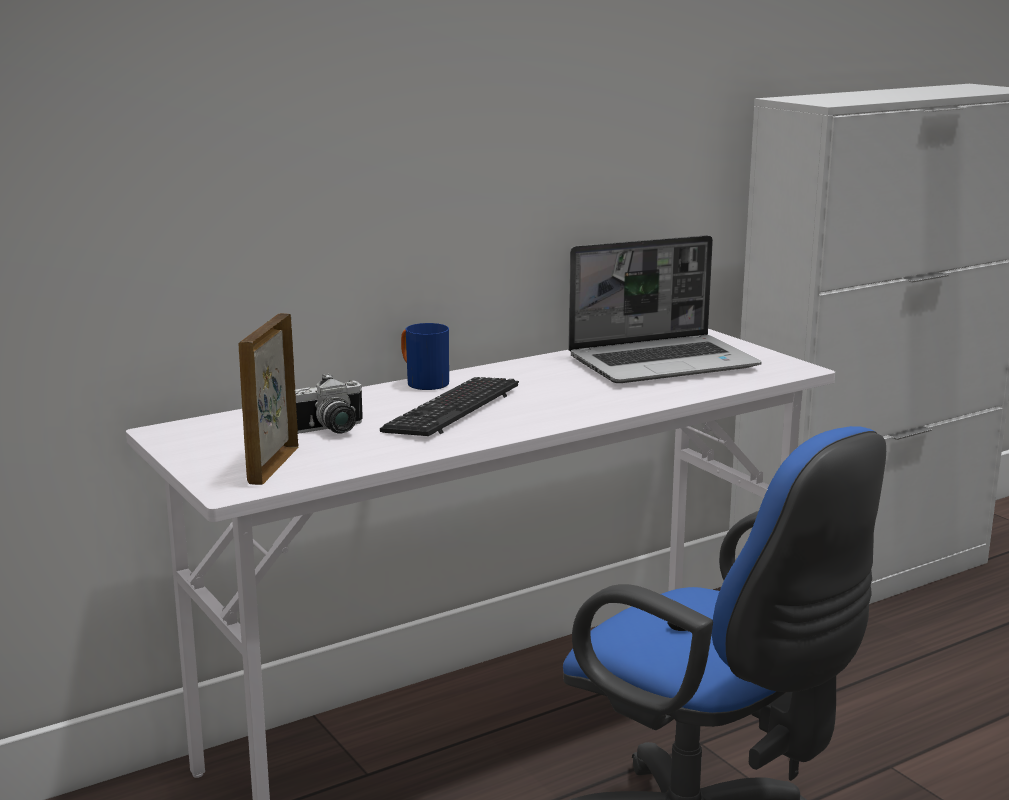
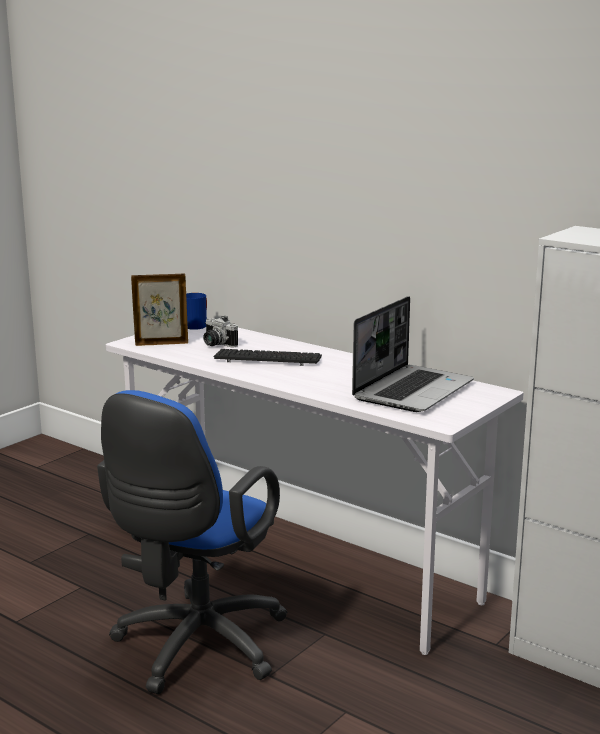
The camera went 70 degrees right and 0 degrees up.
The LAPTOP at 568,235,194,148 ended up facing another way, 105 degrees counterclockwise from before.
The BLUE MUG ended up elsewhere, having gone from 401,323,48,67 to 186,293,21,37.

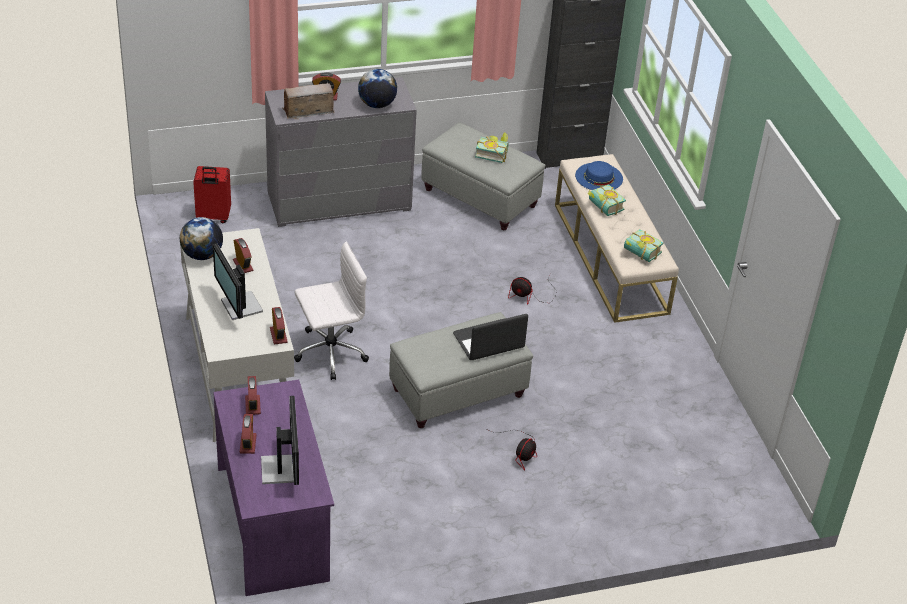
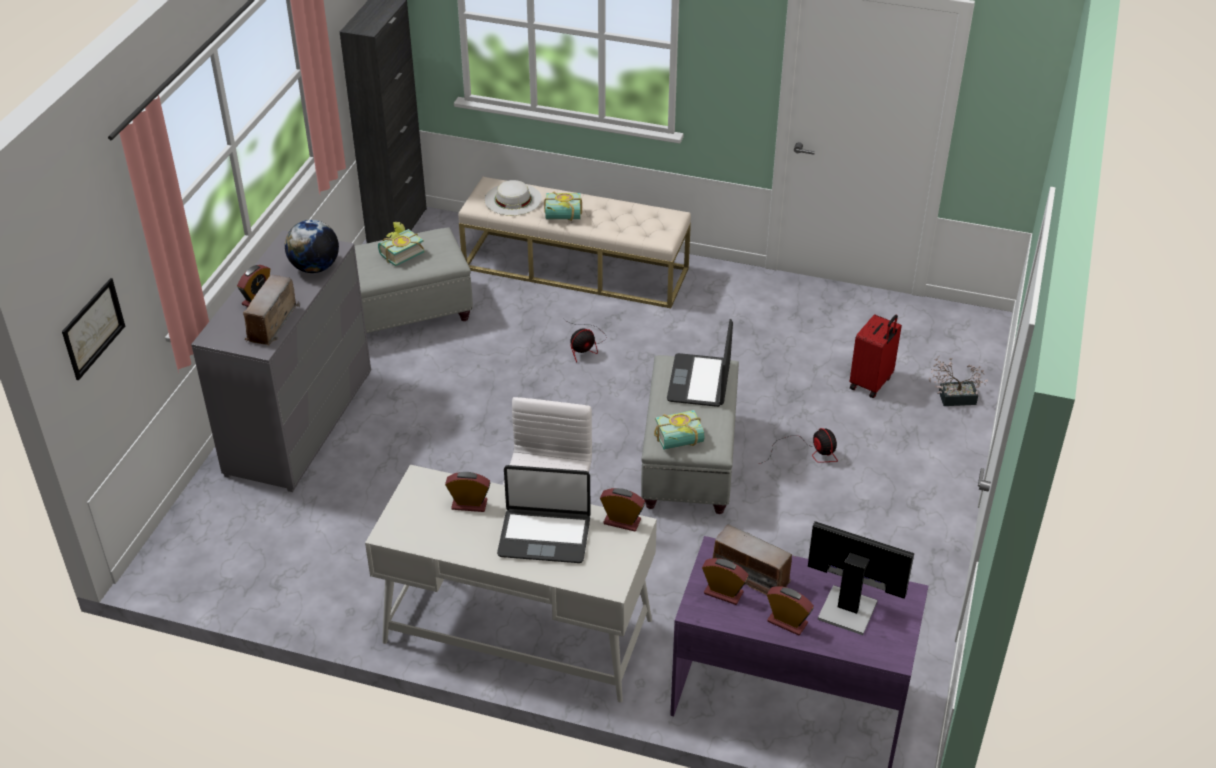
The camera went 55 degrees left and 0 degrees up.
What was the BLUE HAT at 575,161,48,29 turned into the WHITE HAT at 485,180,57,36.
The RED SUITCASE ended up elsewhere, having gone from 193,166,38,57 to 850,314,52,84.
The second view lost the GLOBE at 180,217,43,43.
The BOOK ended up elsewhere, having gone from 624,229,40,33 to 654,410,51,40.
Where the MONITOR stood at 213,243,50,77, the LAPTOP came to stand at 497,465,94,98.
The second view gained the PICTURE at 62,278,63,102.
The second view gained the POTTED PLANT at 929,356,59,50.
The second view gained the RADIO at 713,524,82,71.

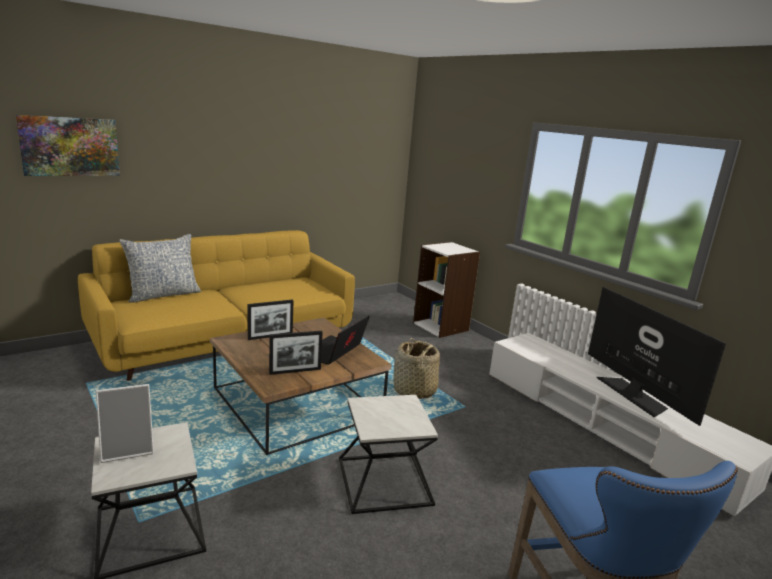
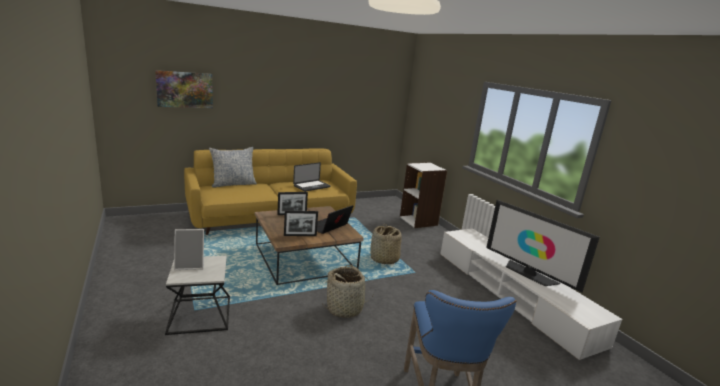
The camera went 10 degrees right and 0 degrees up.
The TELEVISION at 588,287,138,139 ended up facing another way, 150 degrees clockwise from before.
Where the SIDE TABLE stood at 339,395,99,119, the BASKET came to stand at 322,265,50,53.
The second view gained the LAPTOP at 293,162,37,30.

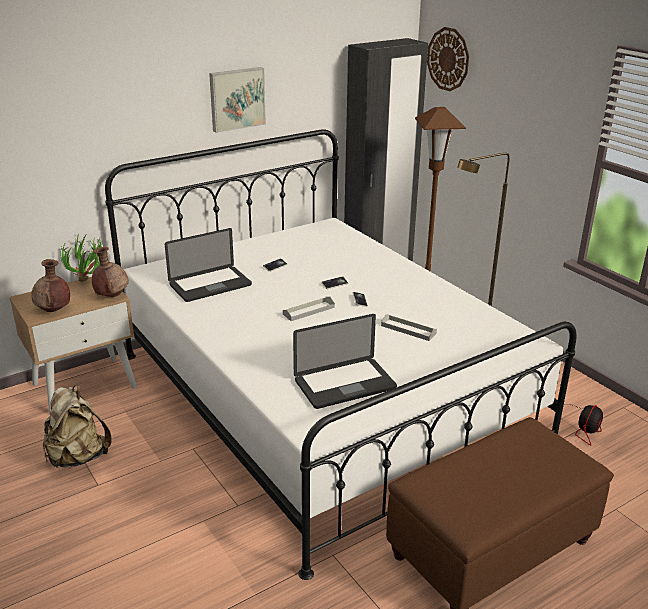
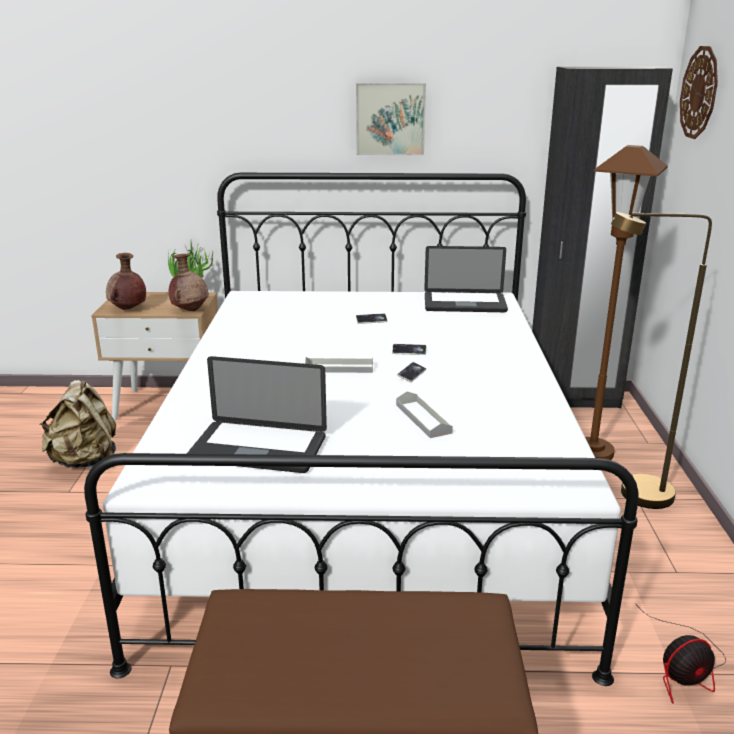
The camera went 35 degrees right and 5 degrees down.
The LAPTOP ended up elsewhere, having gone from 165,228,87,74 to 424,246,84,66.

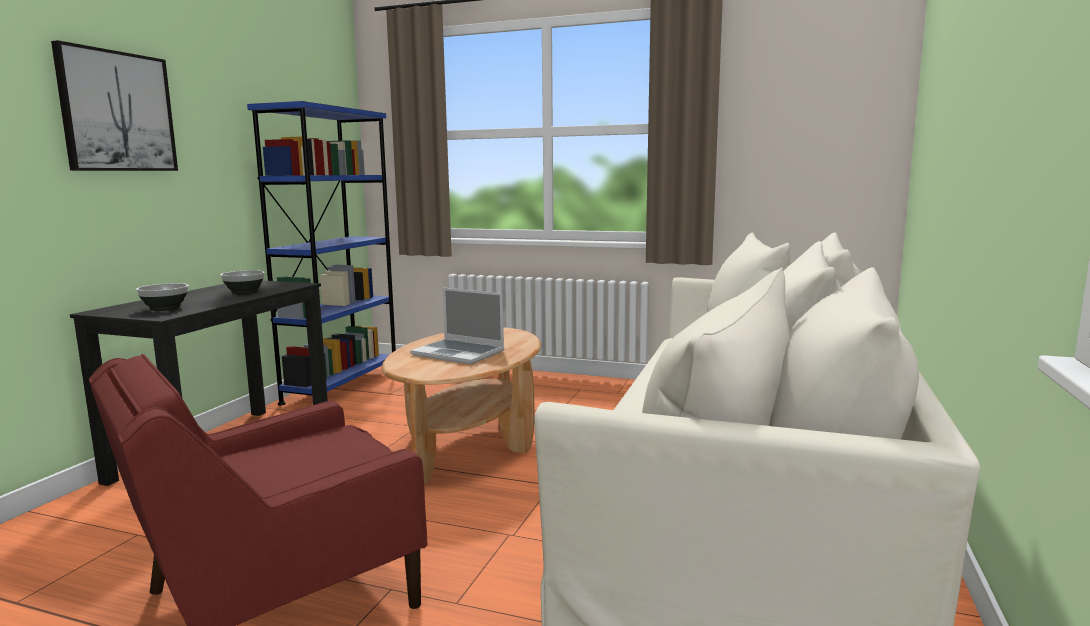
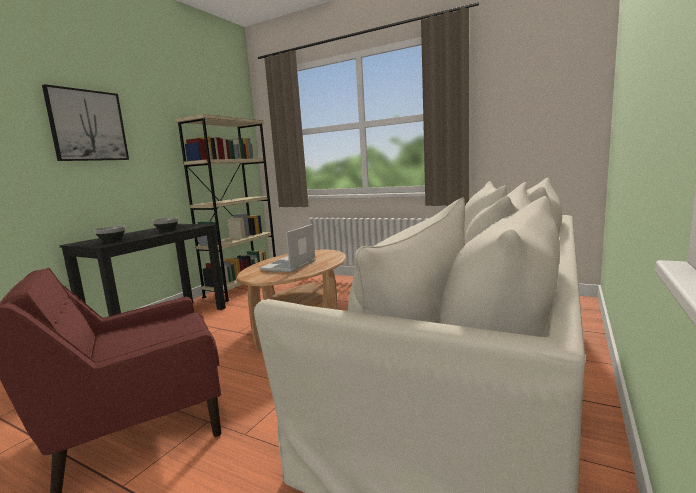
The camera went 10 degrees right and 0 degrees up.
What was the BLUE BOOKCASE at 247,101,149,304 turned into the BEIGE BOOKCASE at 175,114,101,188.
The LAPTOP at 410,288,94,77 ended up facing another way, 75 degrees clockwise from before.

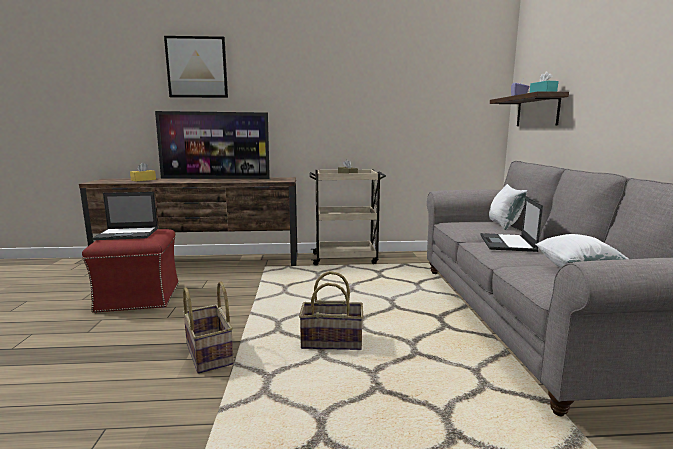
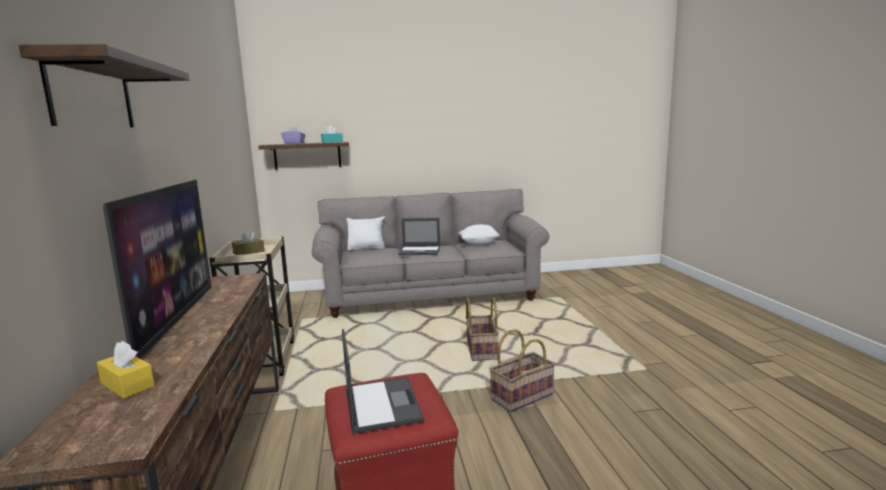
The camera went 95 degrees left and 0 degrees up.
Where the PICTURE hung at 164,36,64,62, the SHELF came to hang at 19,44,171,83.

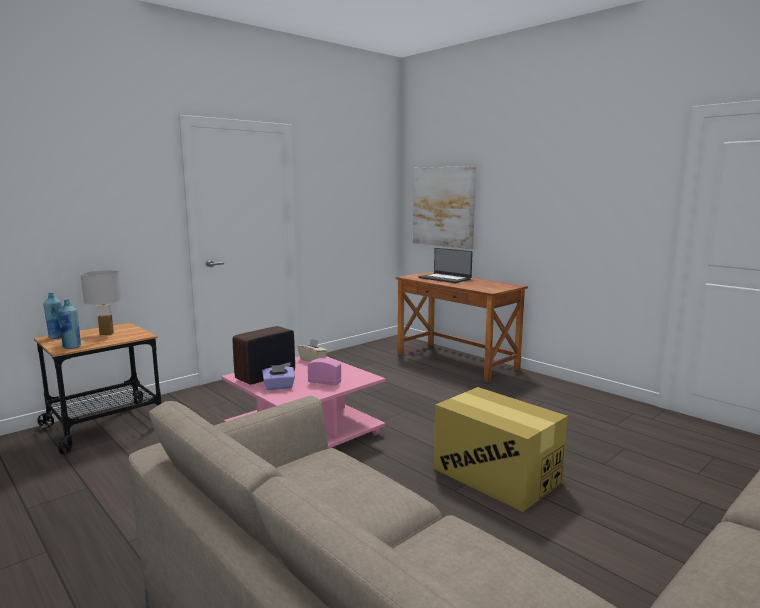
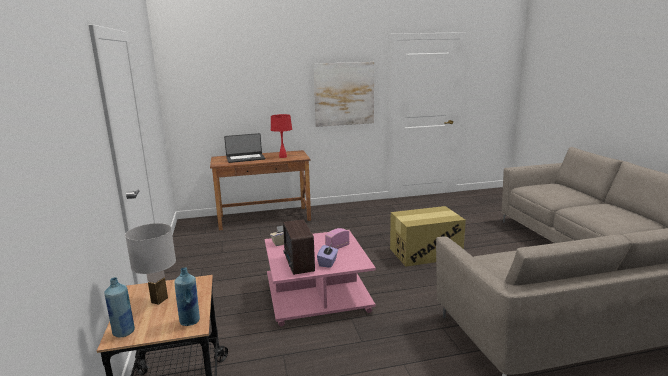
The camera went 60 degrees left and 5 degrees up.
The PICTURE ended up elsewhere, having gone from 413,166,63,83 to 313,62,61,65.
The second view gained the RED TABLE LAMP at 271,114,21,44.

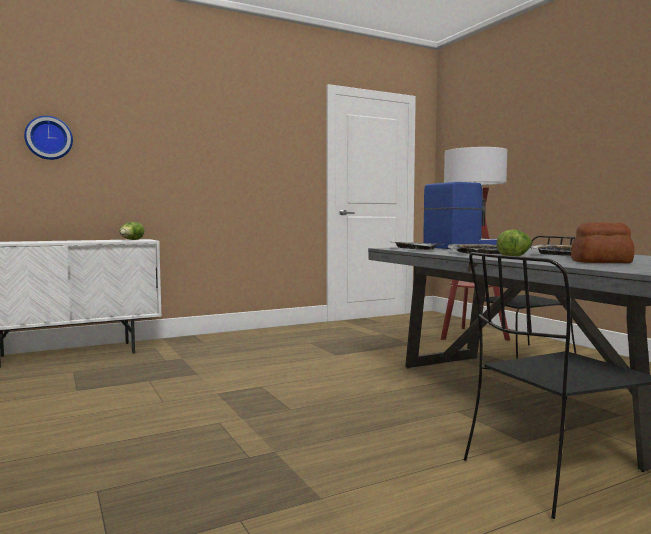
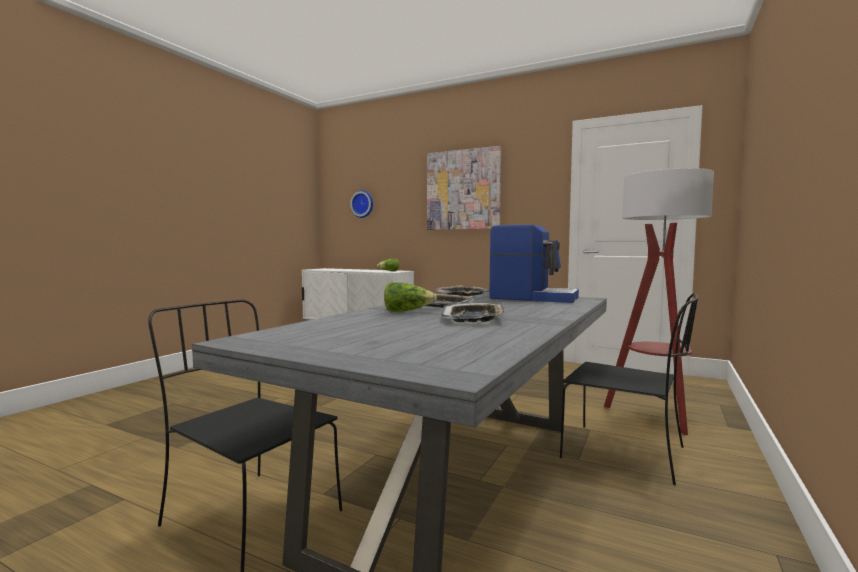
The camera went 55 degrees right and 0 degrees up.
The second view lost the BREAD at 571,222,63,41.
The second view gained the PICTURE at 427,146,74,84.

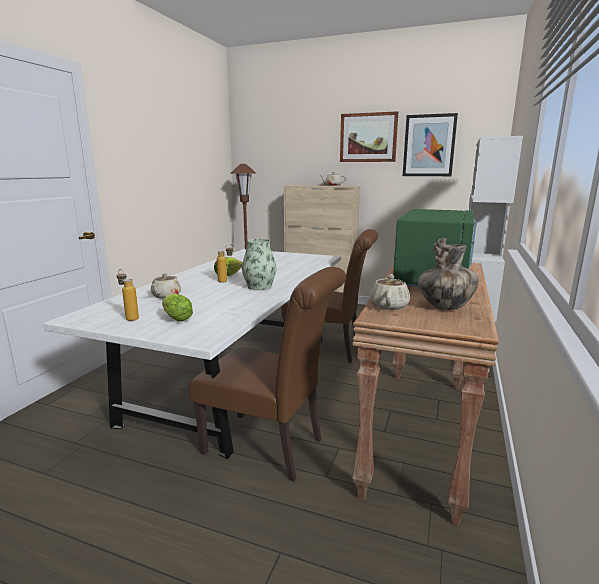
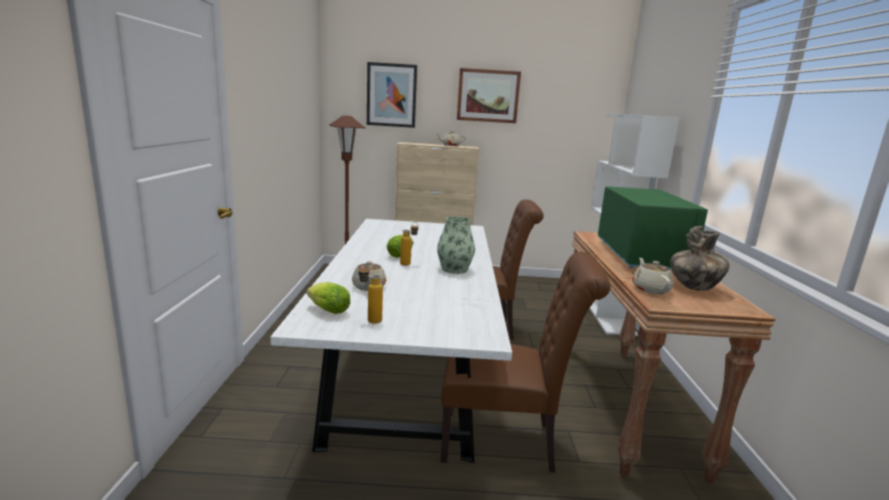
The camera went 20 degrees left and 0 degrees up.
The PICTURE ended up elsewhere, having gone from 403,113,55,63 to 367,62,50,66.
The LETTUCE ended up elsewhere, having gone from 162,293,31,29 to 306,282,44,32.

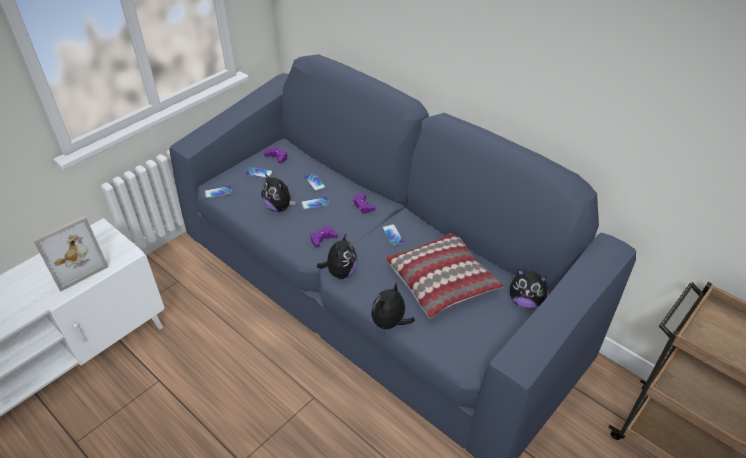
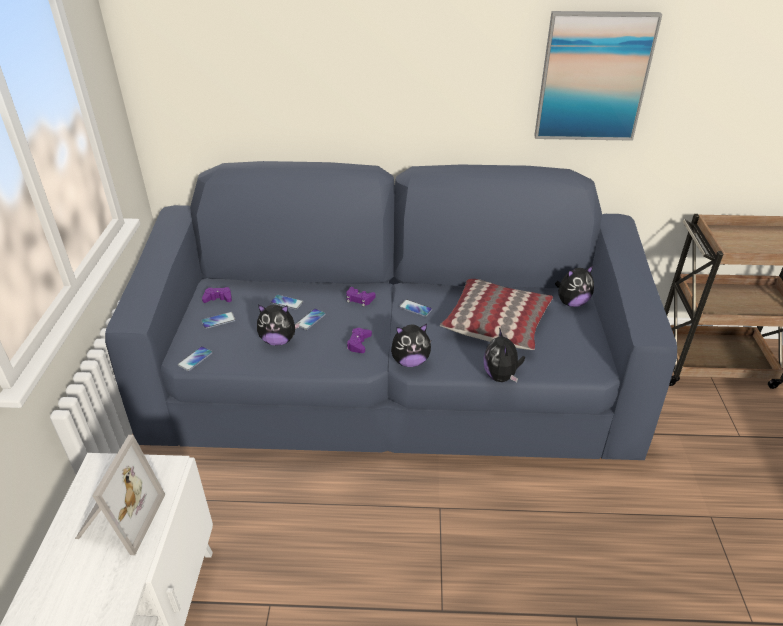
The camera went 40 degrees left and 5 degrees down.
The PLUSH TOY at 317,234,40,45 ended up facing another way, 105 degrees clockwise from before.
The second view gained the PICTURE at 534,11,129,130.

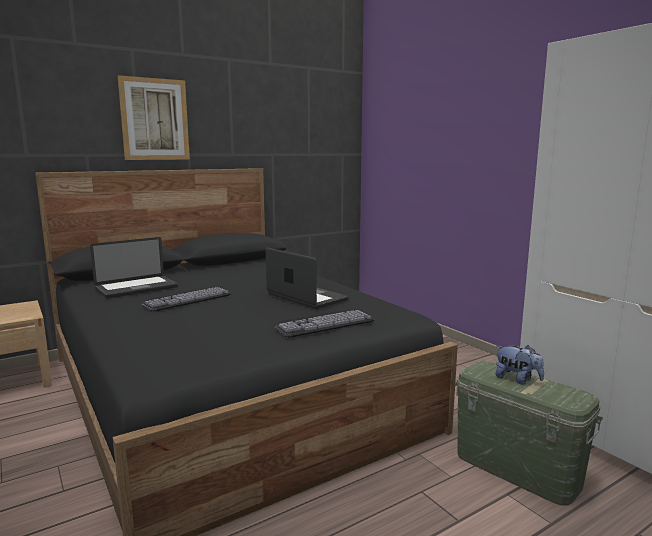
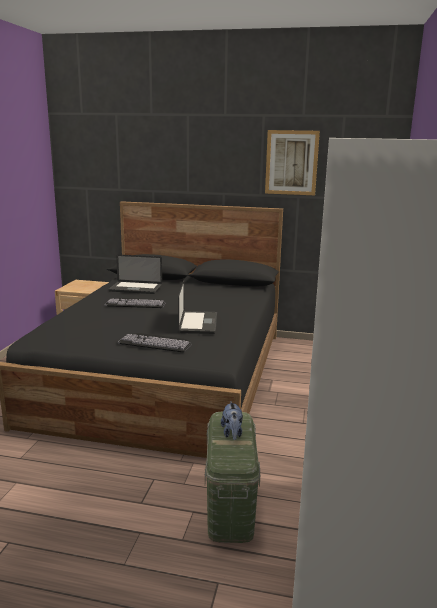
The camera went 45 degrees right and 5 degrees up.
The PICTURE ended up elsewhere, having gone from 118,75,72,85 to 265,130,55,65.

